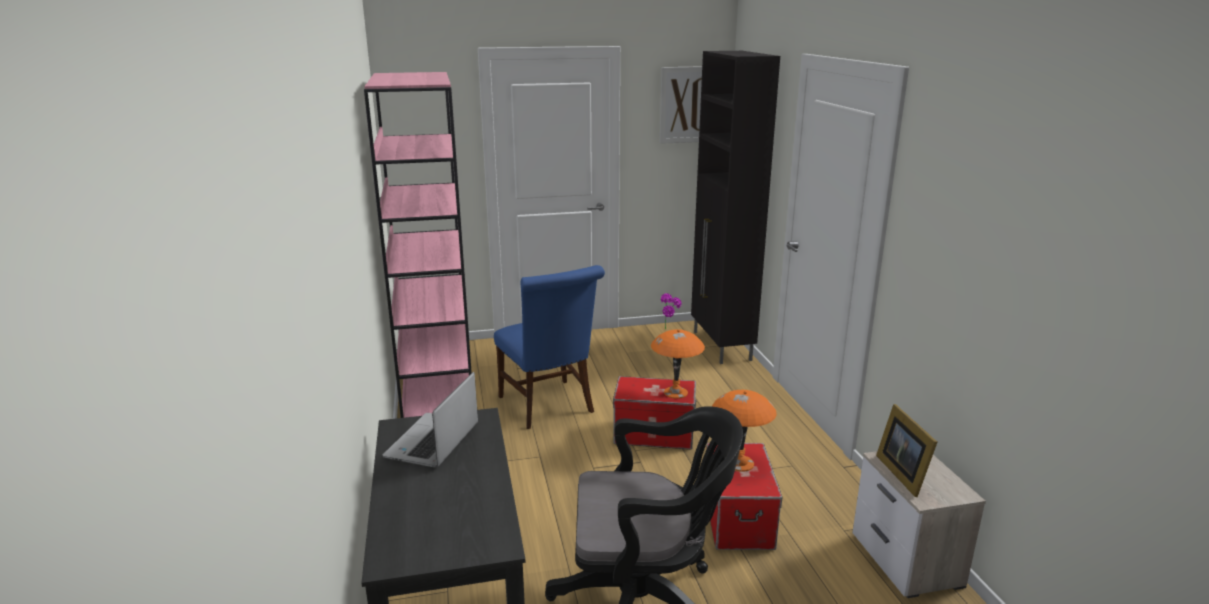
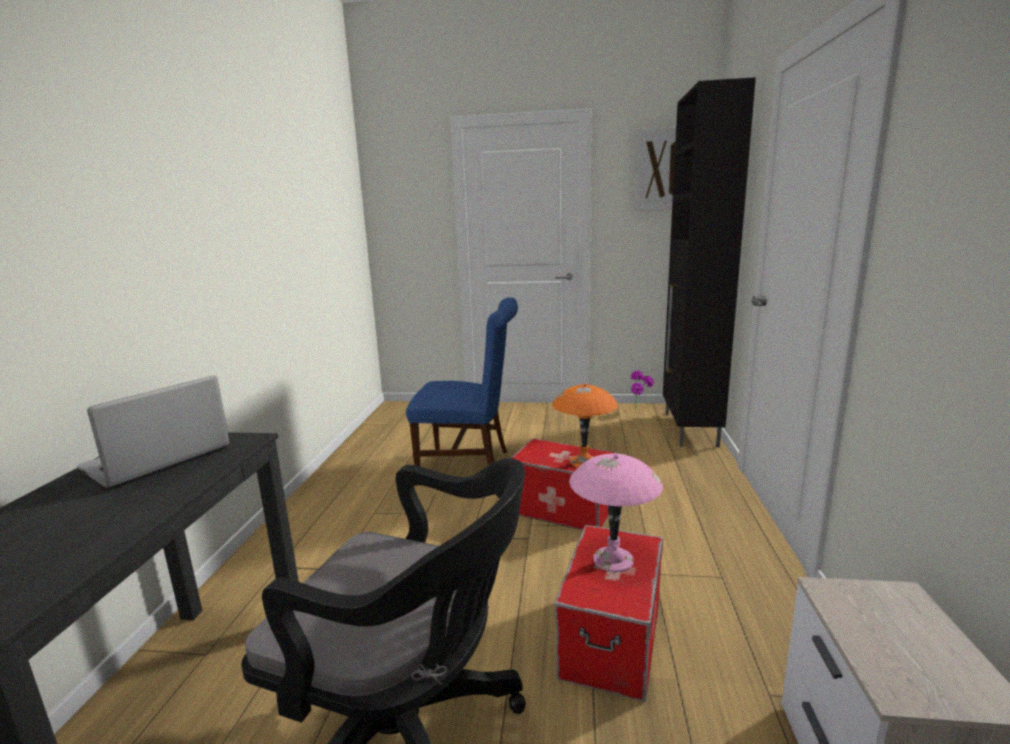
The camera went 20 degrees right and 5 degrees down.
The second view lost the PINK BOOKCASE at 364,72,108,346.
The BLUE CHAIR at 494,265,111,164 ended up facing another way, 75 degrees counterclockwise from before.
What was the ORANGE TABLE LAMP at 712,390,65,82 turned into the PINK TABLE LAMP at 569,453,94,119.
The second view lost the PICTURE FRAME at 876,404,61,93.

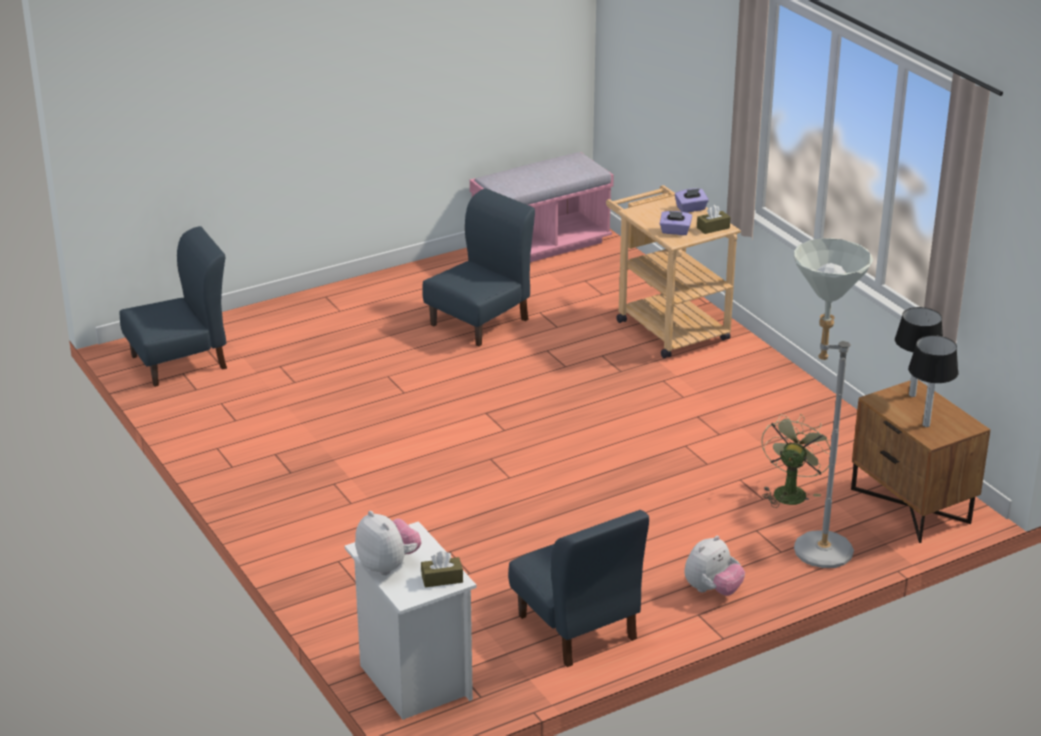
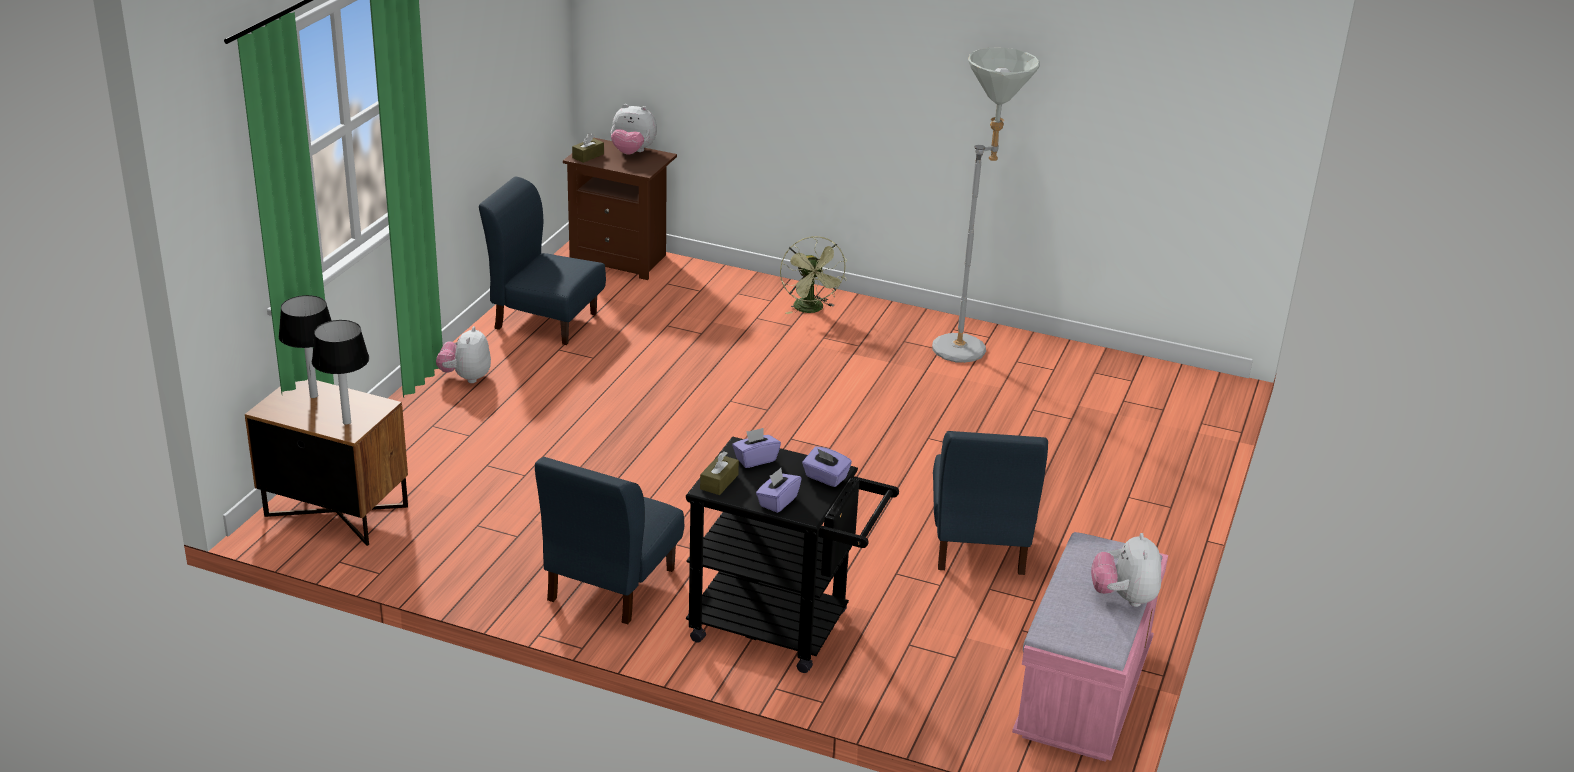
The camera went 140 degrees right and 0 degrees up.
What was the BEIGE CART at 606,185,135,173 turned into the BLACK CART at 686,437,213,236.
The BLUE CHAIR ended up elsewhere, having gone from 120,226,107,161 to 535,457,149,167.
The GREY FLOOR LAMP ended up elsewhere, having gone from 793,238,80,330 to 932,48,108,315.
The GREEN FAN ended up elsewhere, having gone from 761,414,70,94 to 780,236,67,78.
What was the WHITE NIGHTSTAND at 345,521,131,199 turned into the BROWN NIGHTSTAND at 563,137,114,143.
The second view gained the PURPLE TISSUE BOX at 802,447,50,40.
The second view gained the PLUSH TOY at 1091,533,70,74.

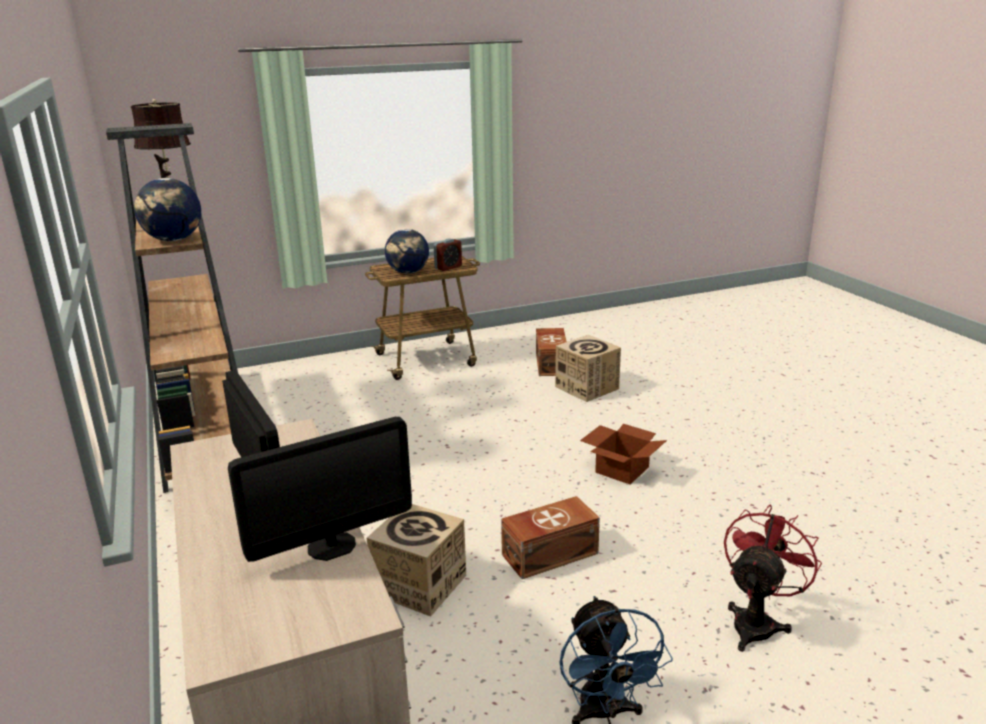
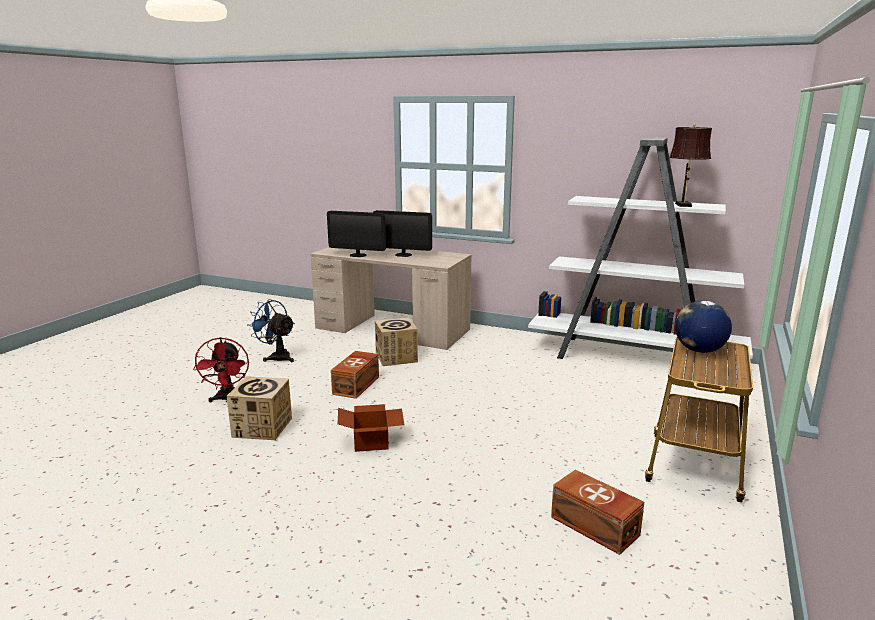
The camera went 135 degrees right and 5 degrees down.
What was the BROWN BOOKCASE at 106,123,132,370 turned into the WHITE BOOKCASE at 528,137,225,224.
The second view lost the GLOBE at 134,178,67,63.
The second view lost the ALARM CLOCK at 434,239,28,32.
The CARDBOARD BOX ended up elsewhere, having gone from 555,335,66,67 to 227,376,65,64.
The MONITOR at 228,417,184,145 ended up facing another way, 90 degrees counterclockwise from before.

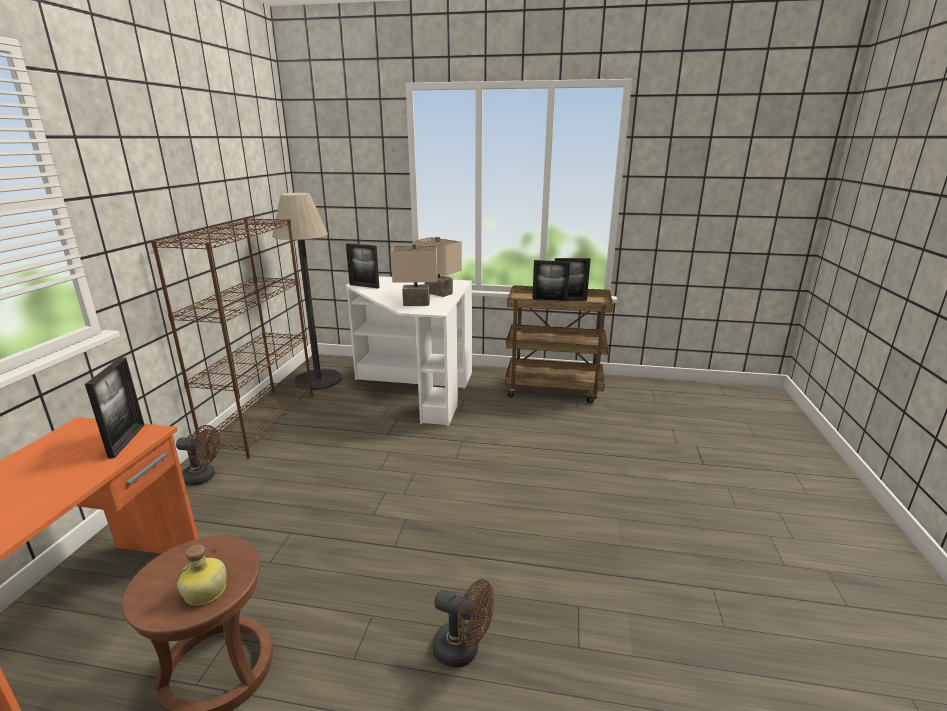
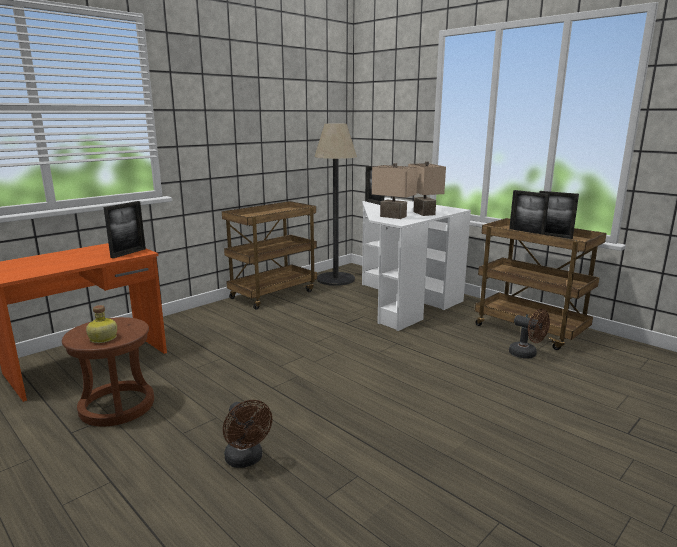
The camera went 35 degrees right and 5 degrees down.
Where the BROWN BOOKCASE stood at 151,218,162,240, the BROWN CART came to stand at 222,201,95,109.
The BROWN FAN ended up elsewhere, having gone from 176,425,44,61 to 509,309,41,50.

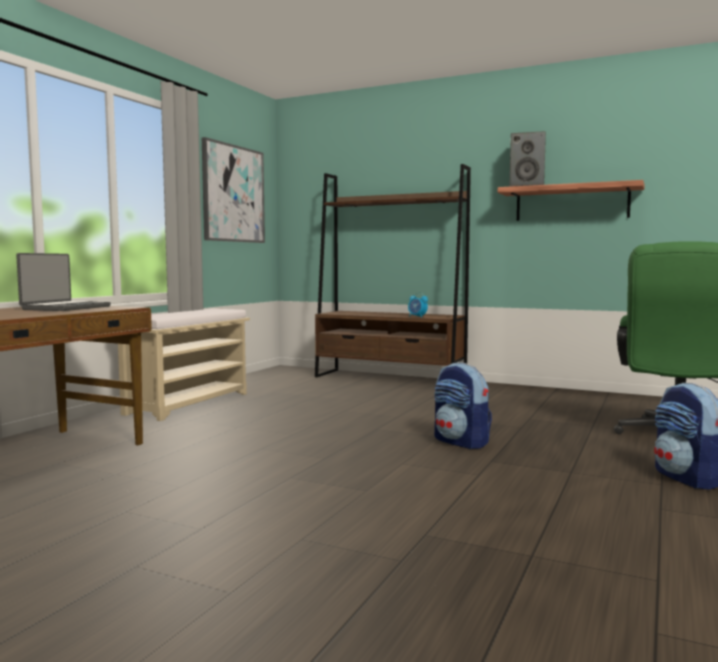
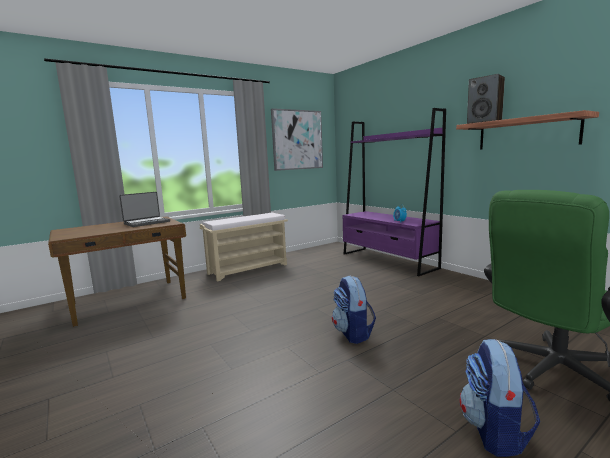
The camera went 30 degrees right and 5 degrees up.
What was the BROWN BOOKCASE at 315,164,156,213 turned into the PURPLE BOOKCASE at 343,108,103,168.

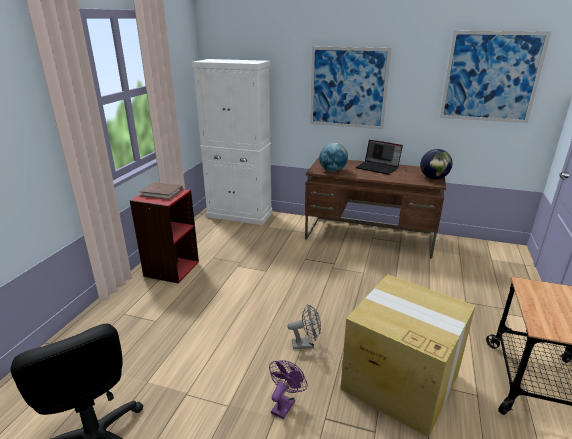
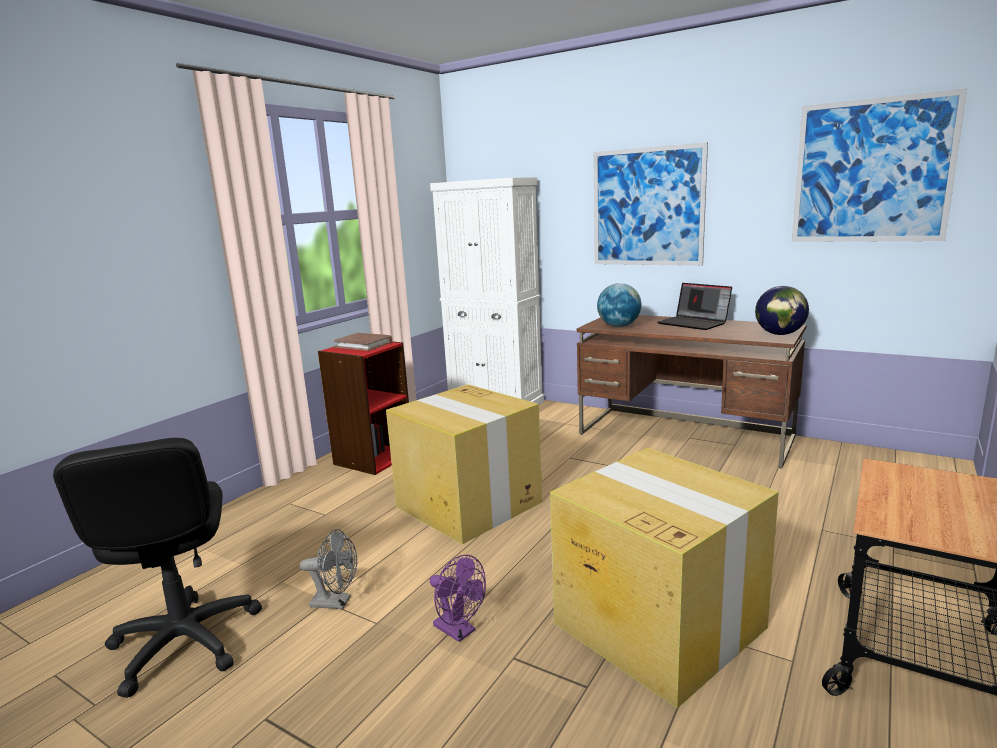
The camera went 15 degrees right and 10 degrees down.
The GREY FAN ended up elsewhere, having gone from 288,304,33,45 to 300,529,57,80.
The PURPLE FAN at 269,360,38,59 ended up facing another way, 90 degrees clockwise from before.
The second view gained the CARDBOARD BOX at 386,384,156,160.

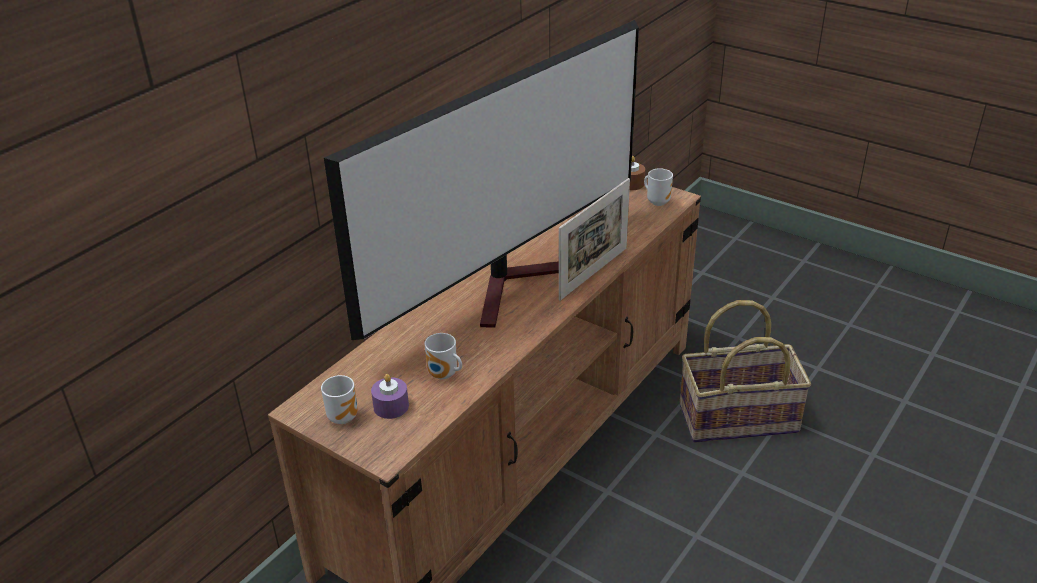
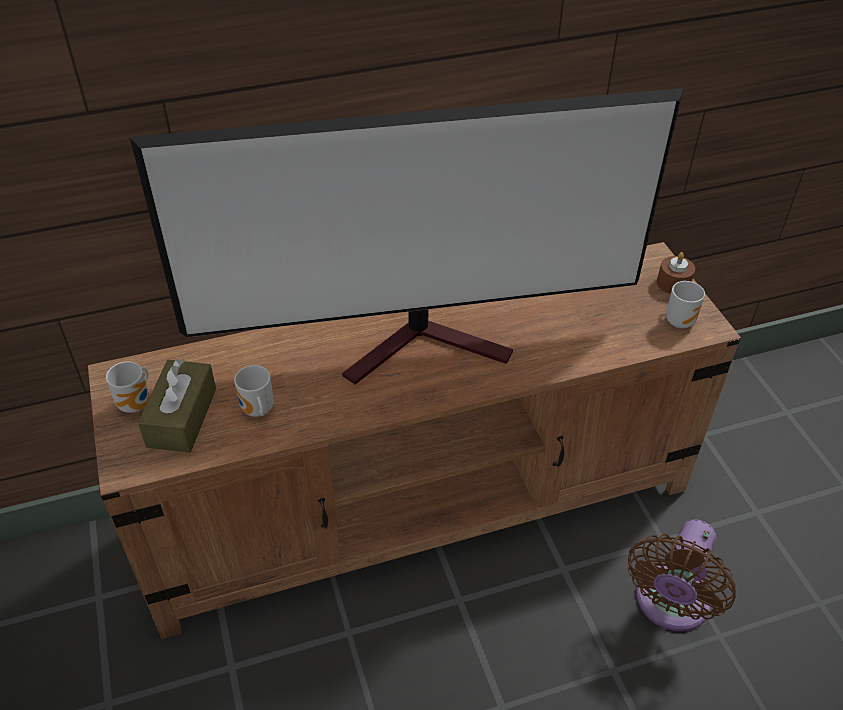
The camera went 35 degrees right and 10 degrees up.
The second view lost the PICTURE FRAME at 559,178,71,122.
Where the BASKET stood at 679,300,132,143, the BROWN FAN came to stand at 628,519,108,112.
Where the PURPLE CANDLE stood at 371,374,38,45, the BROWN TISSUE BOX came to stand at 138,359,78,94.

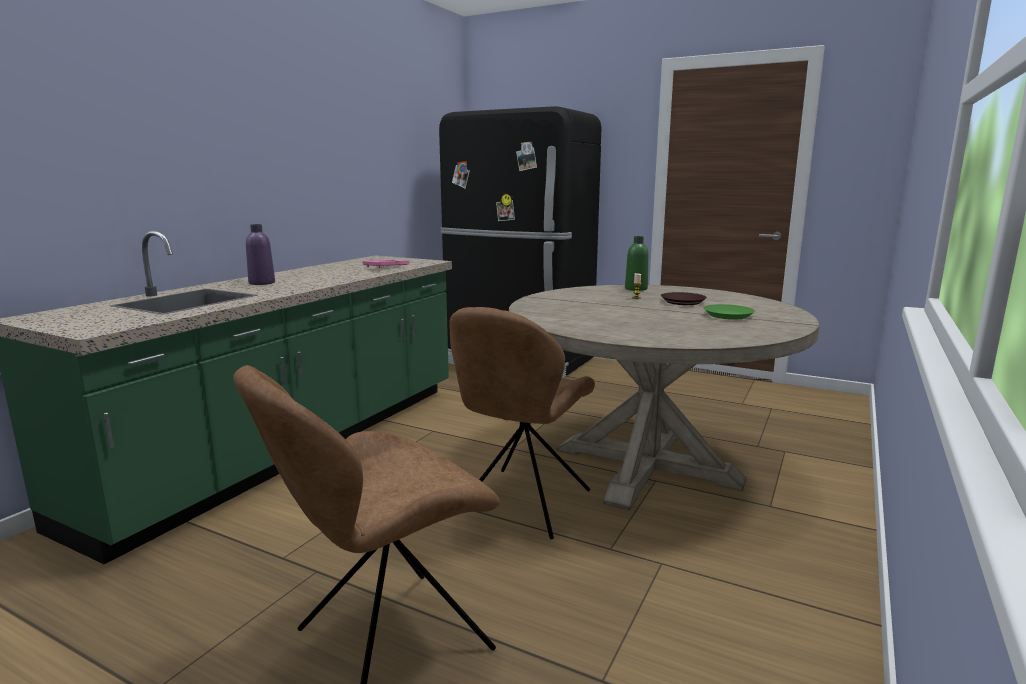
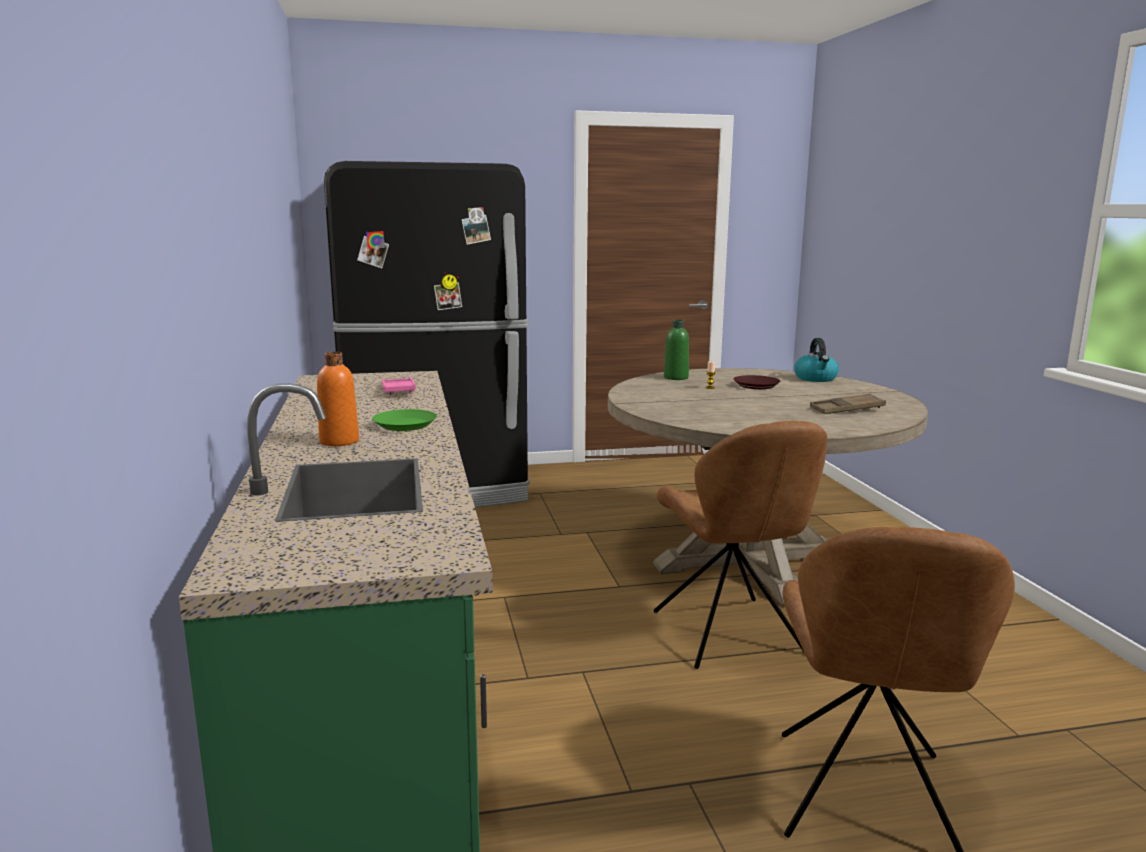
The camera went 40 degrees left and 0 degrees up.
What was the PURPLE BOTTLE at 246,224,29,61 turned into the ORANGE BOTTLE at 317,352,42,94.
The GREEN PLATE ended up elsewhere, having gone from 703,304,52,16 to 372,409,65,22.
The second view gained the KETTLE at 794,338,45,44.
The second view gained the BROWN TRAY at 810,393,76,21.

